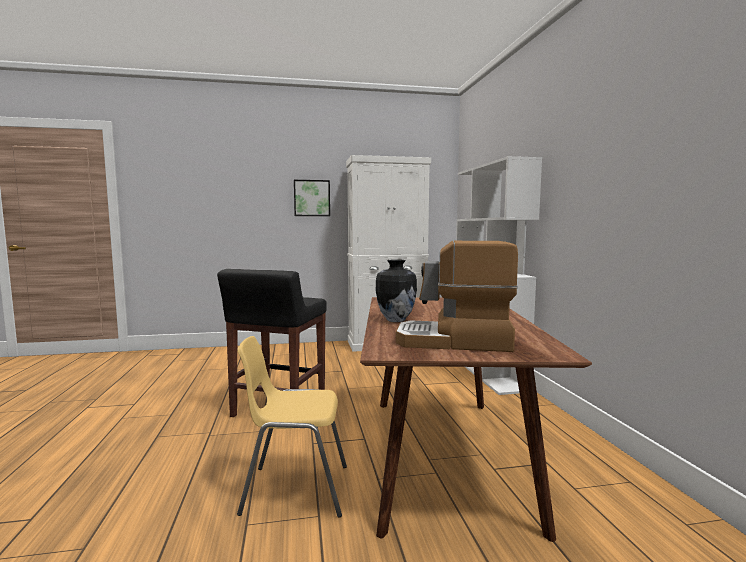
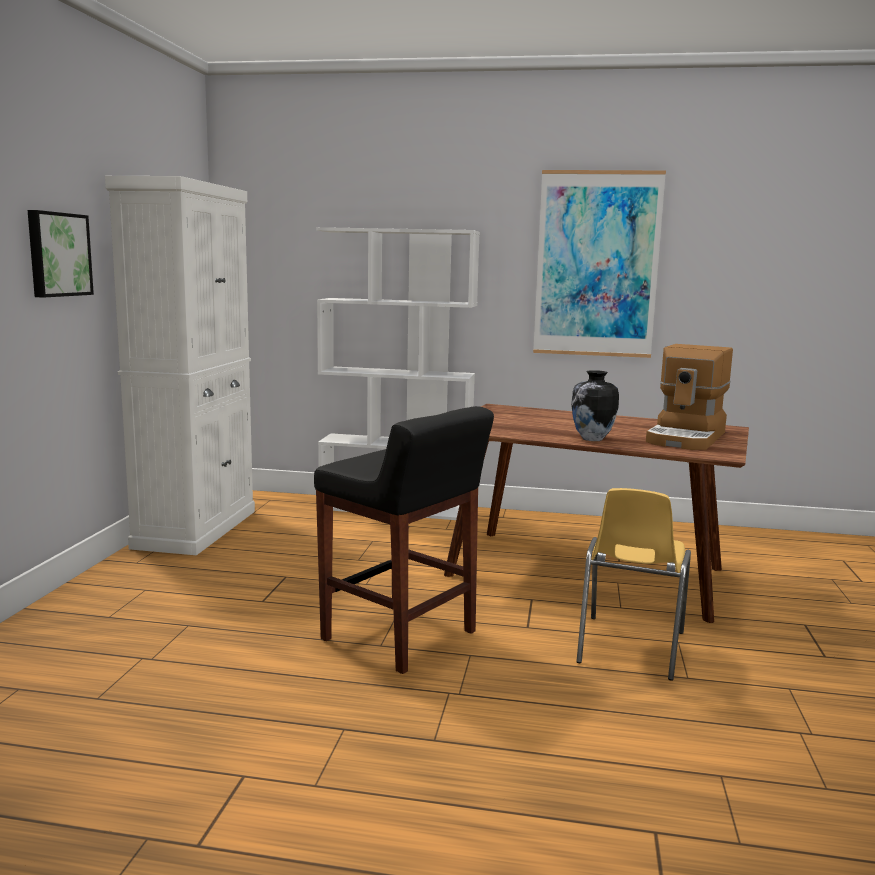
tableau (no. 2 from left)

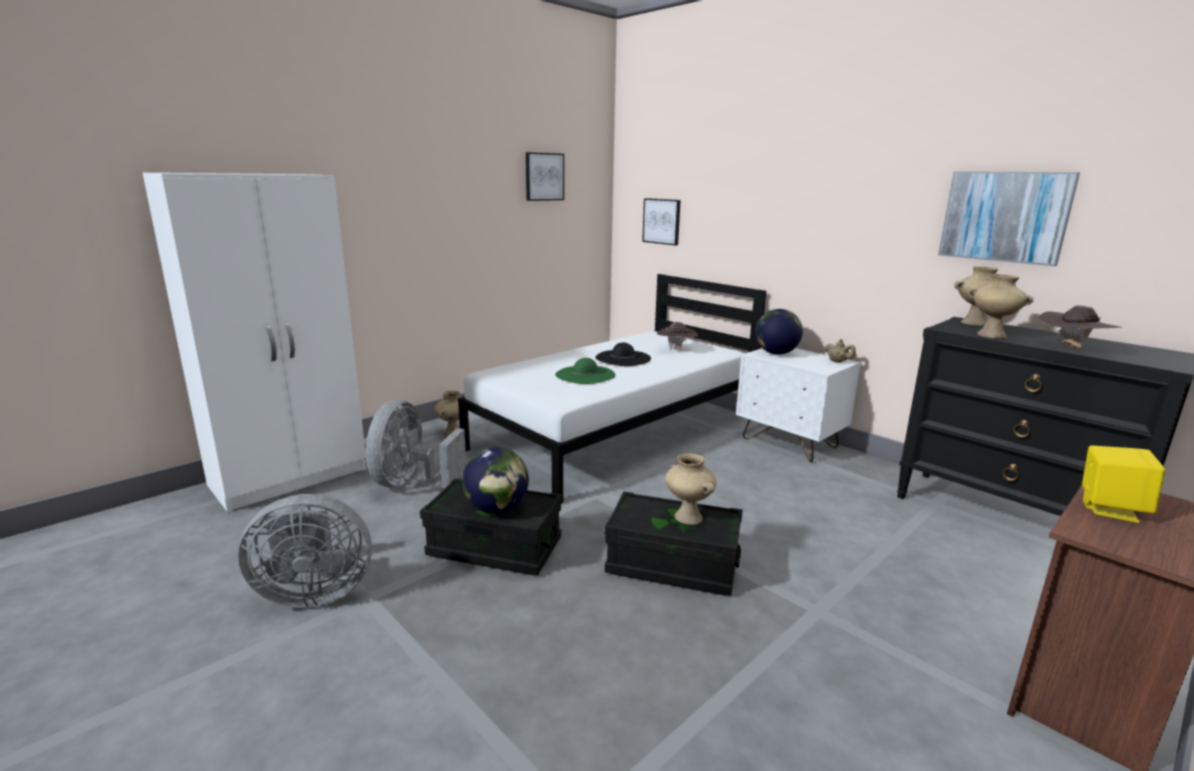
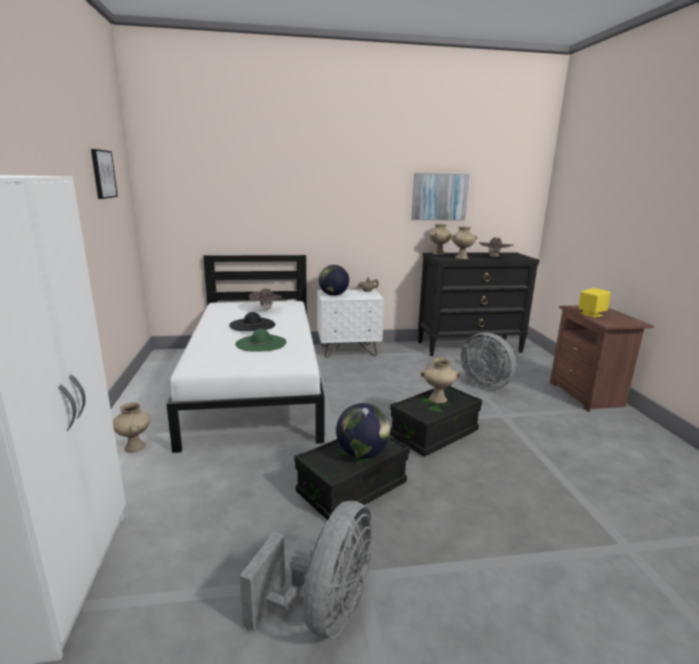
tableau (no. 2 from left in the first image)
ventilateur (gris) (no. 2 from left)

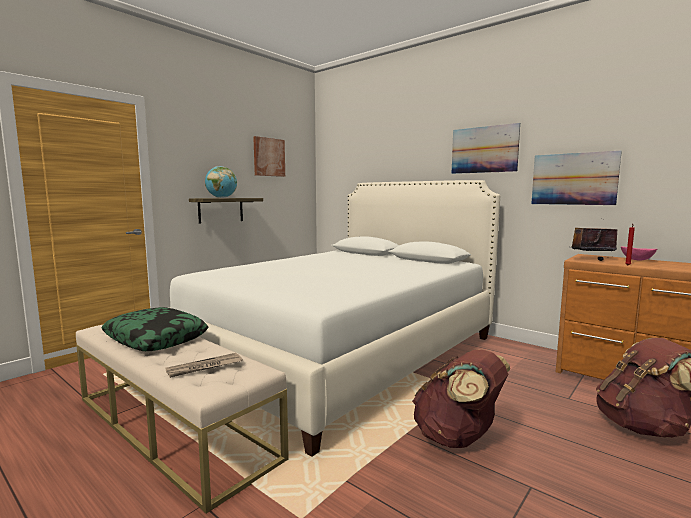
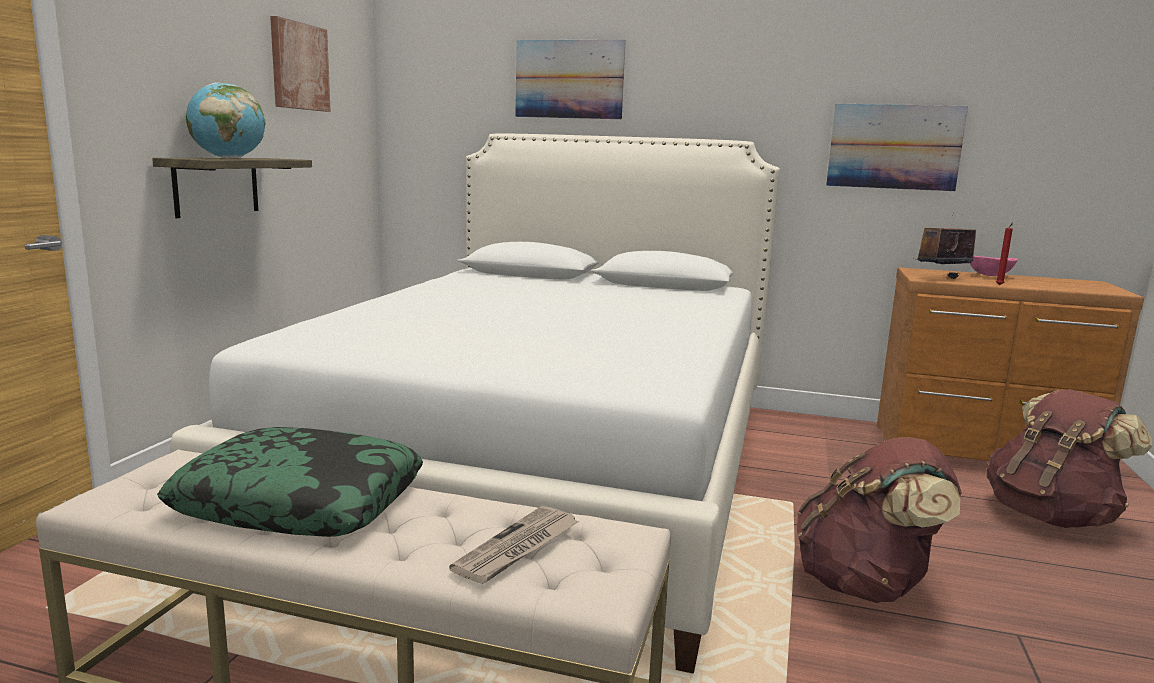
tableau (no. 2 from left)

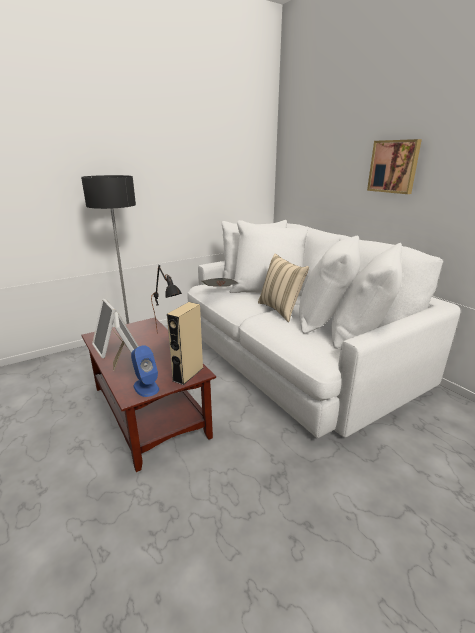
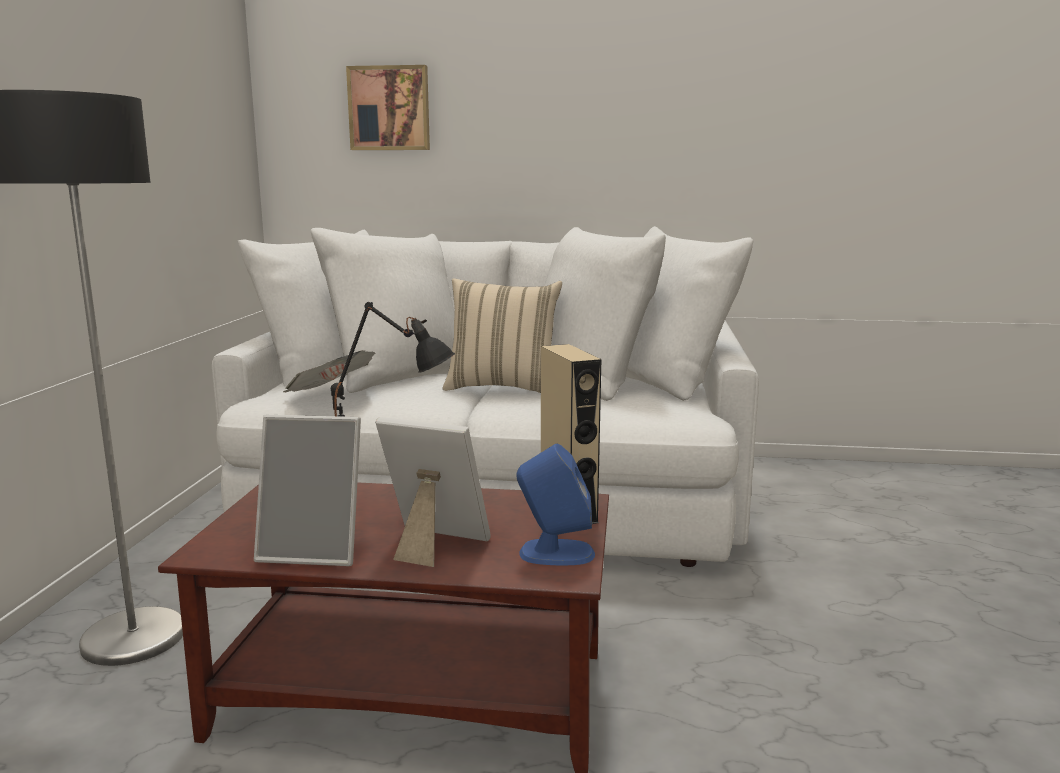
tableau

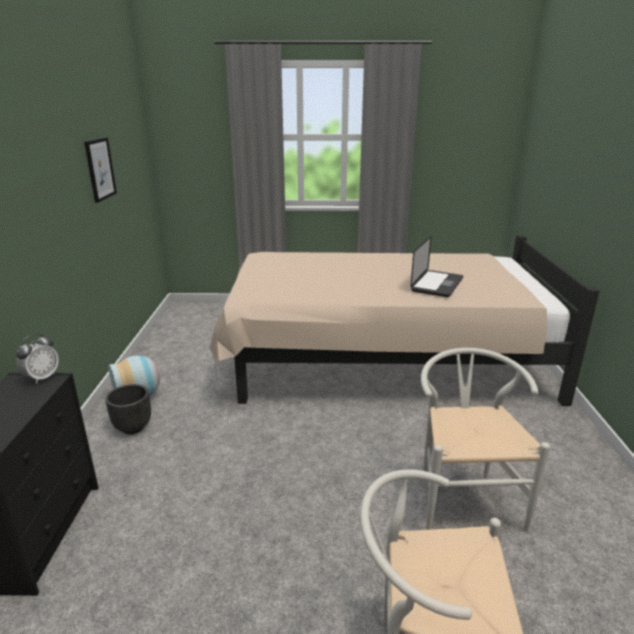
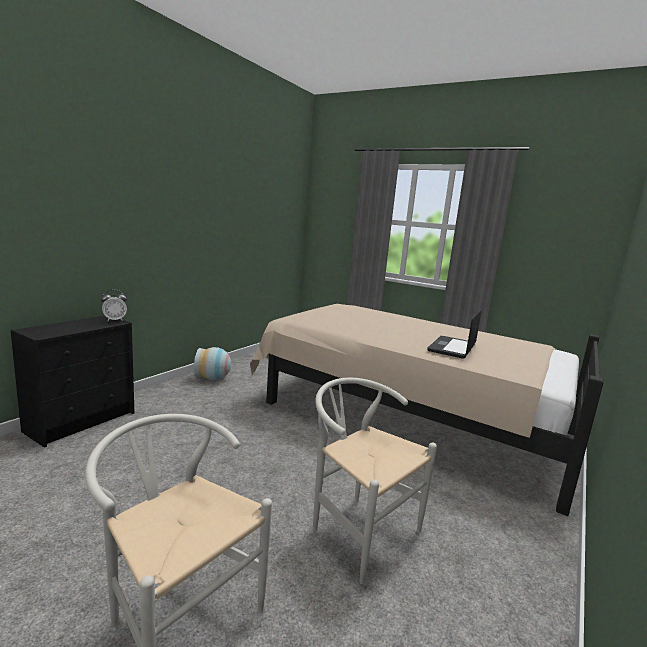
tableau
ordinateur portable
chaise (blanc) (no. 2 from left)
cache-pot (noir)

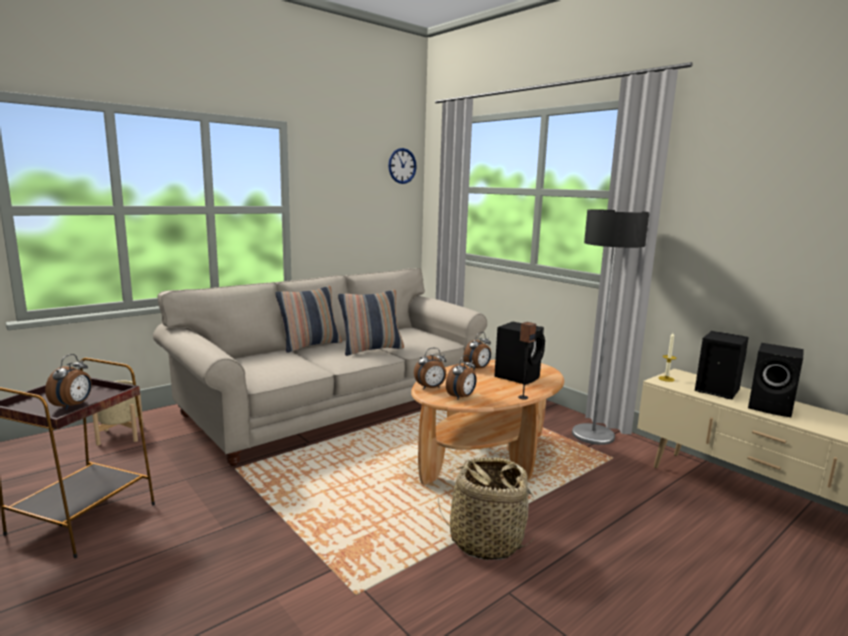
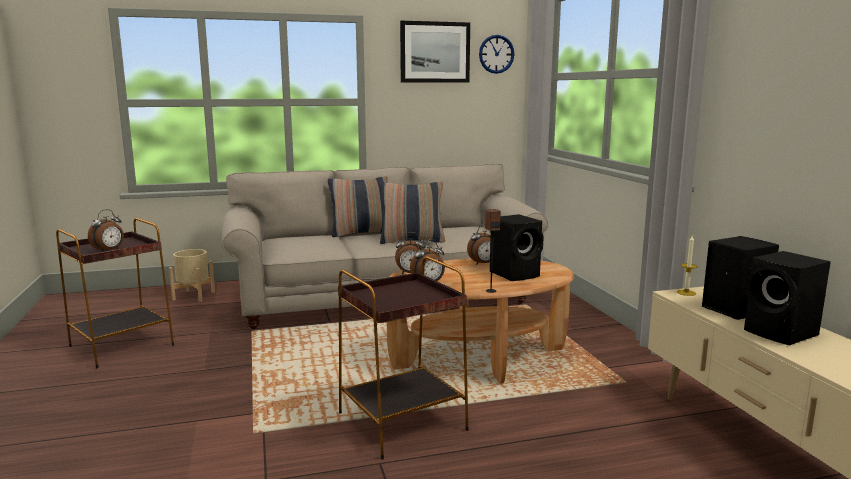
lampadaire
table d'appoint (marron) (no. 2 from left)
tableau

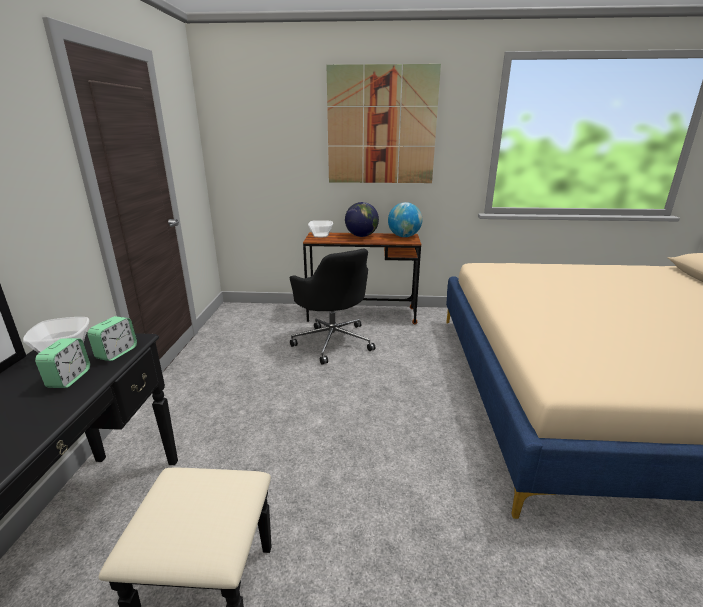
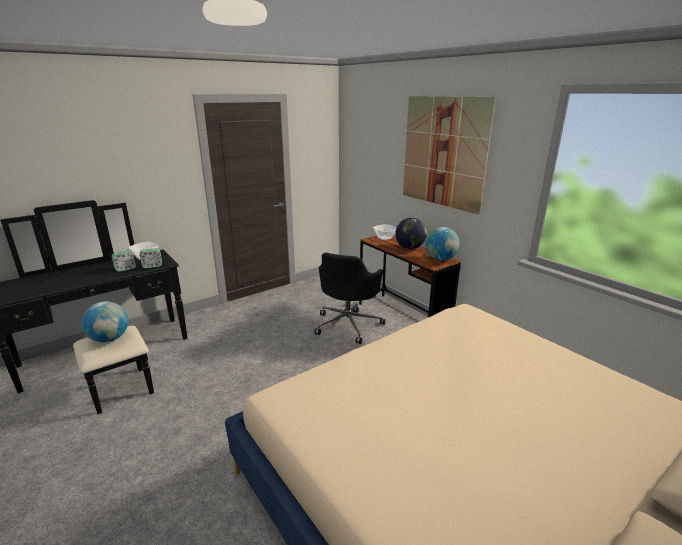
globe (no. 1 from left)

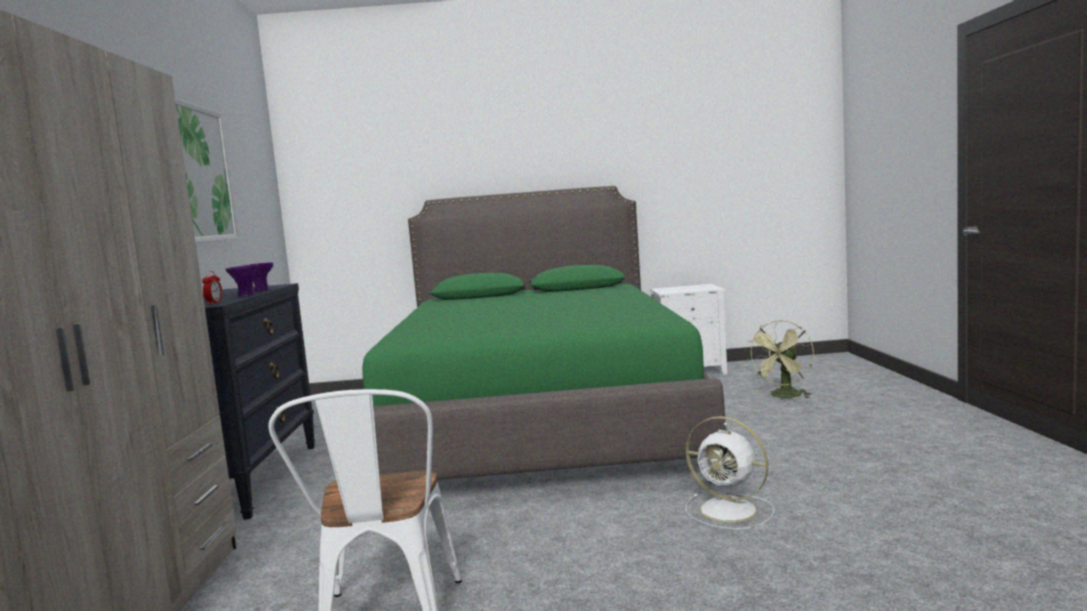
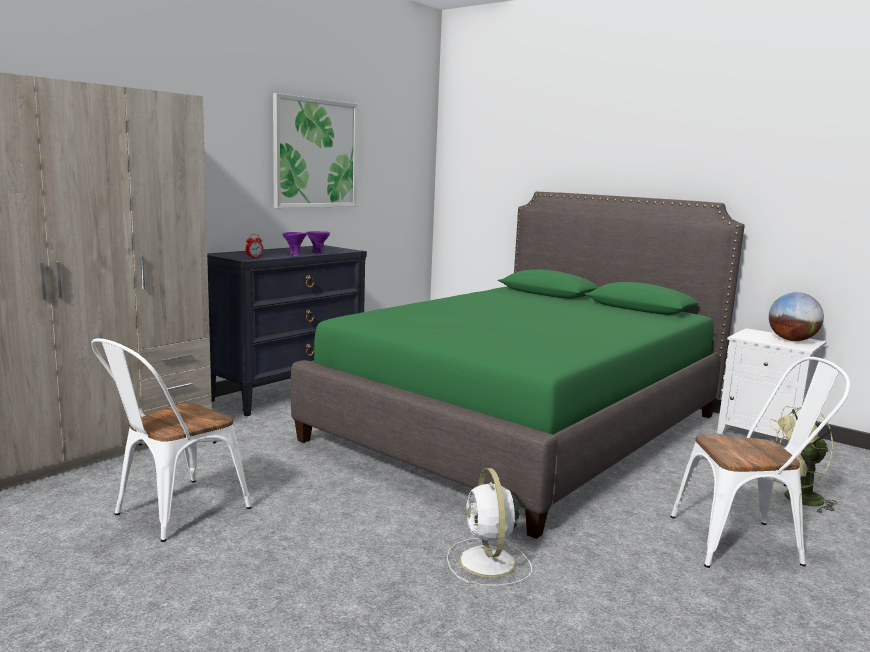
globe
chaise (blanc) (no. 2 from left)

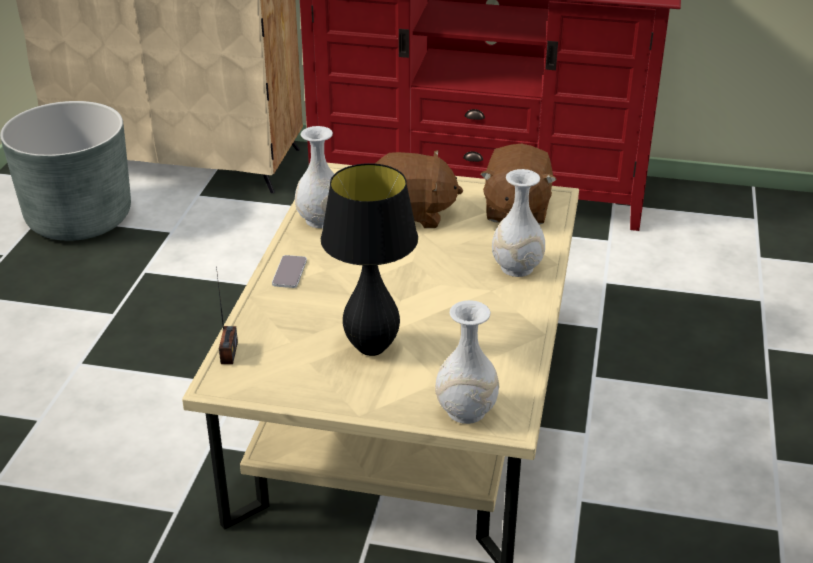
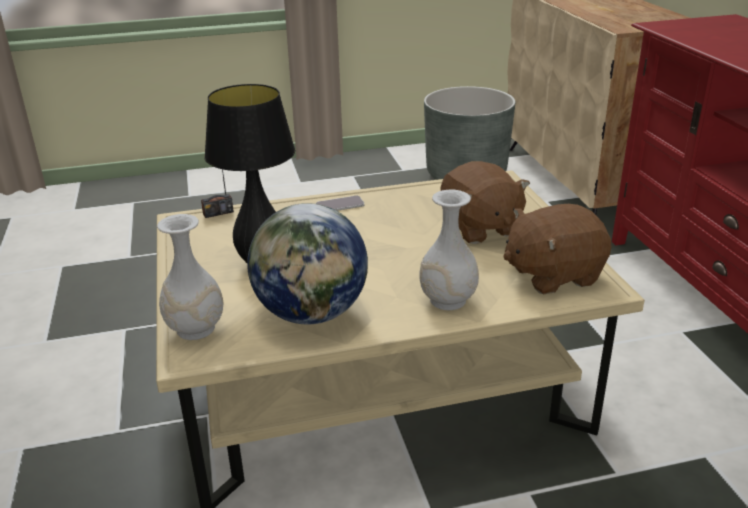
vase (blanc) (no. 1 from left in the first image)
globe

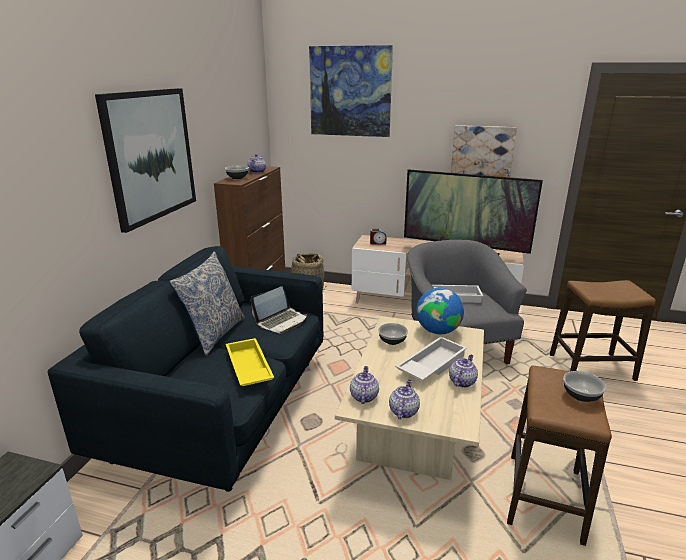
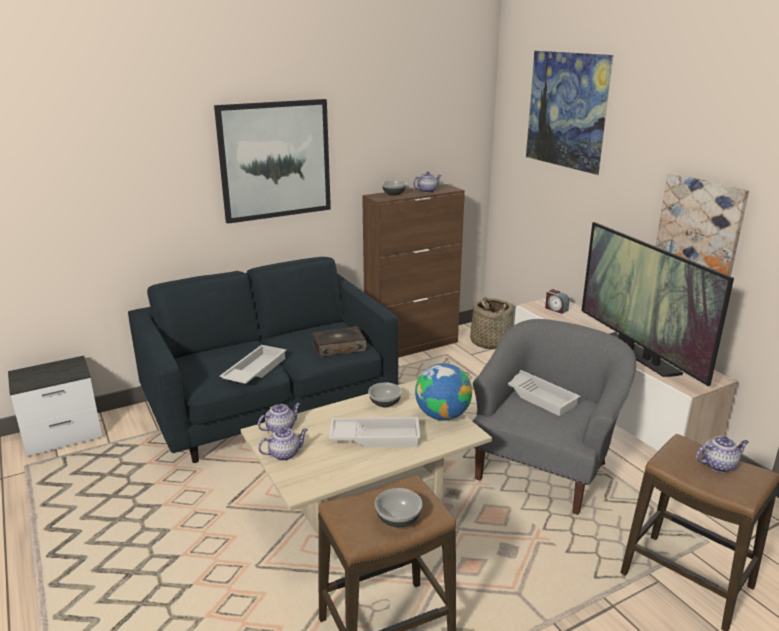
coussin
livre
plateau (blanc) (no. 1 from left)
théière (no. 4 from left)

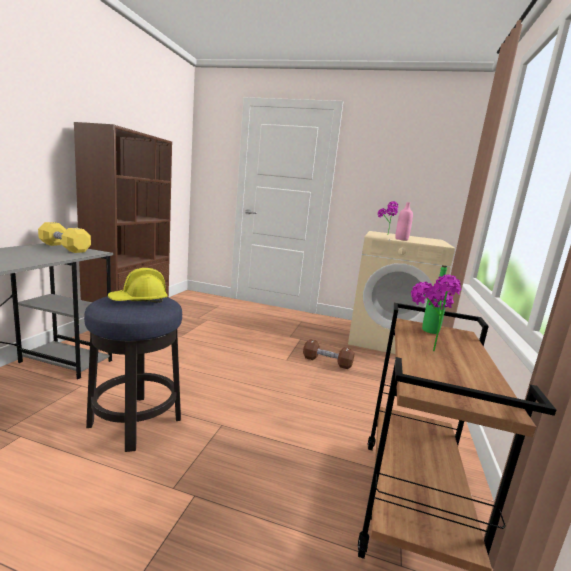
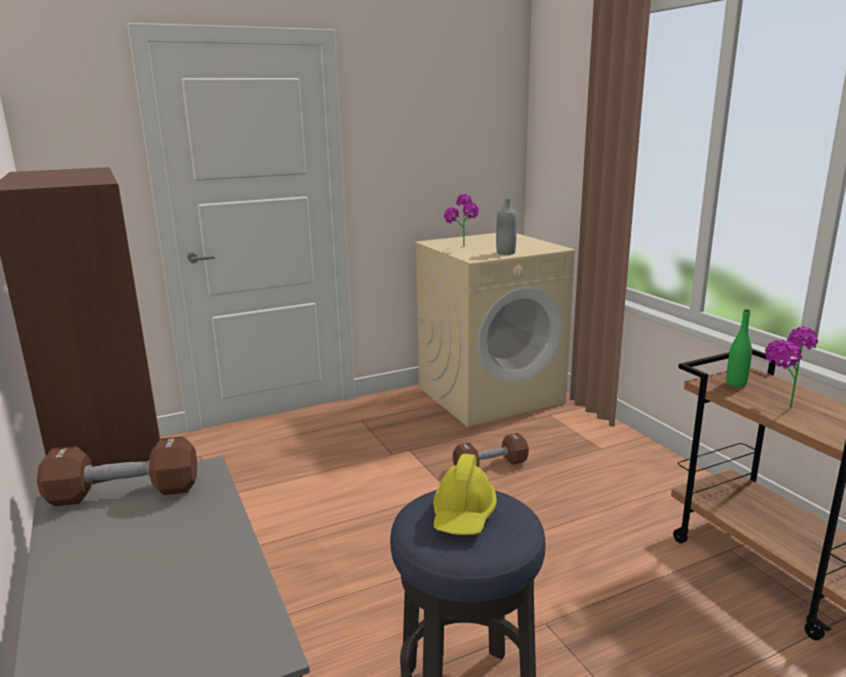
bouteille (gris)
haltère (marron) (no. 1 from left)

